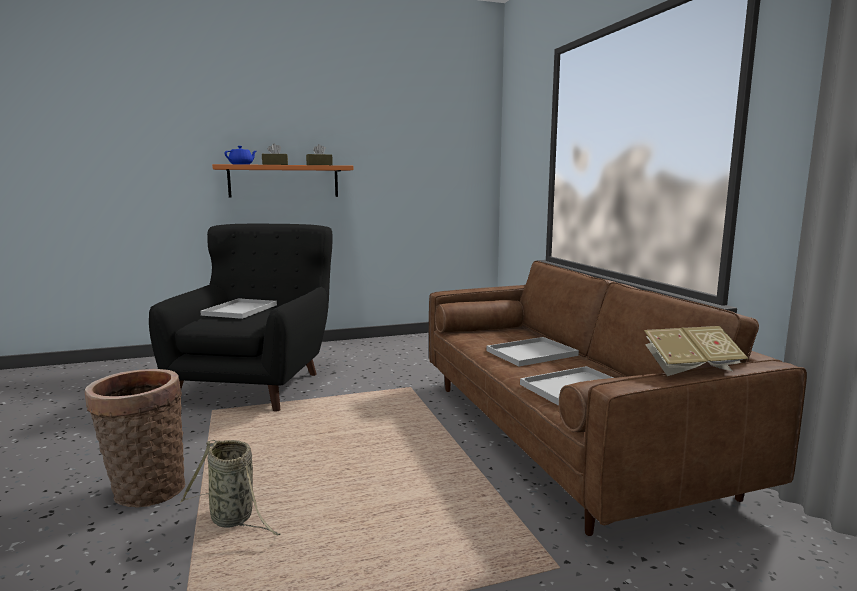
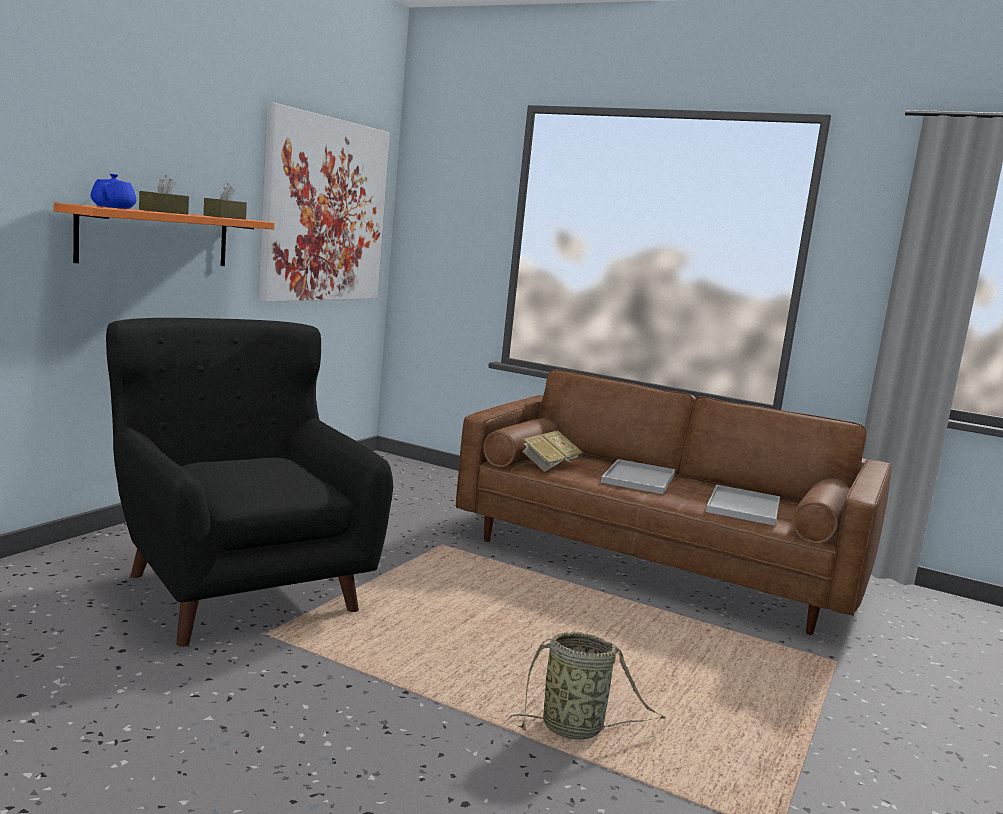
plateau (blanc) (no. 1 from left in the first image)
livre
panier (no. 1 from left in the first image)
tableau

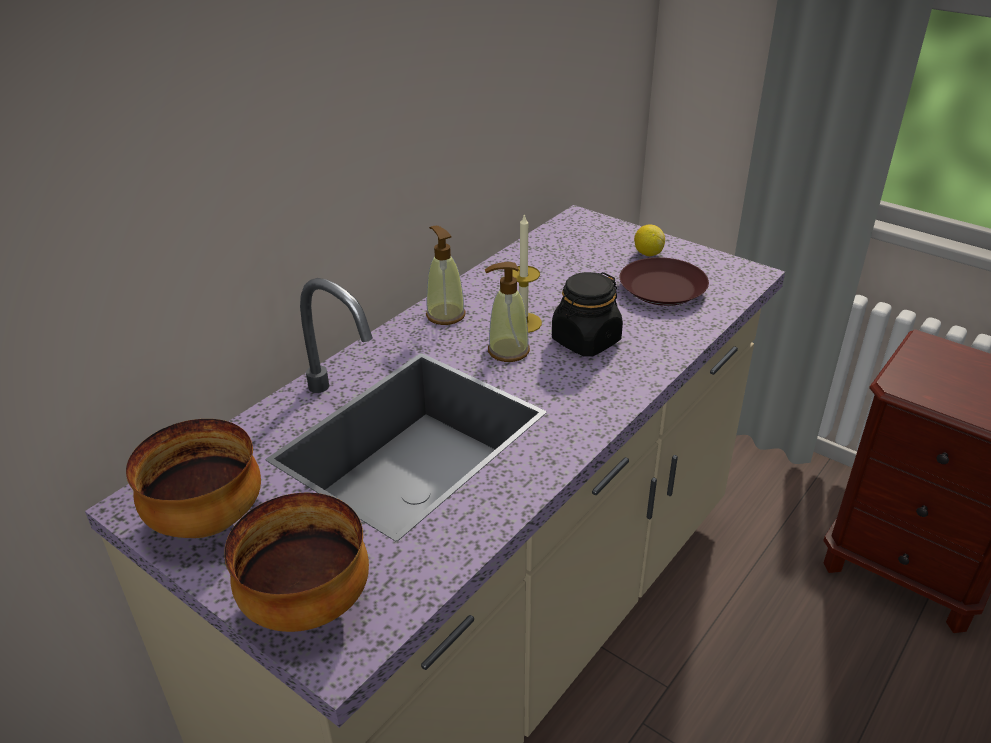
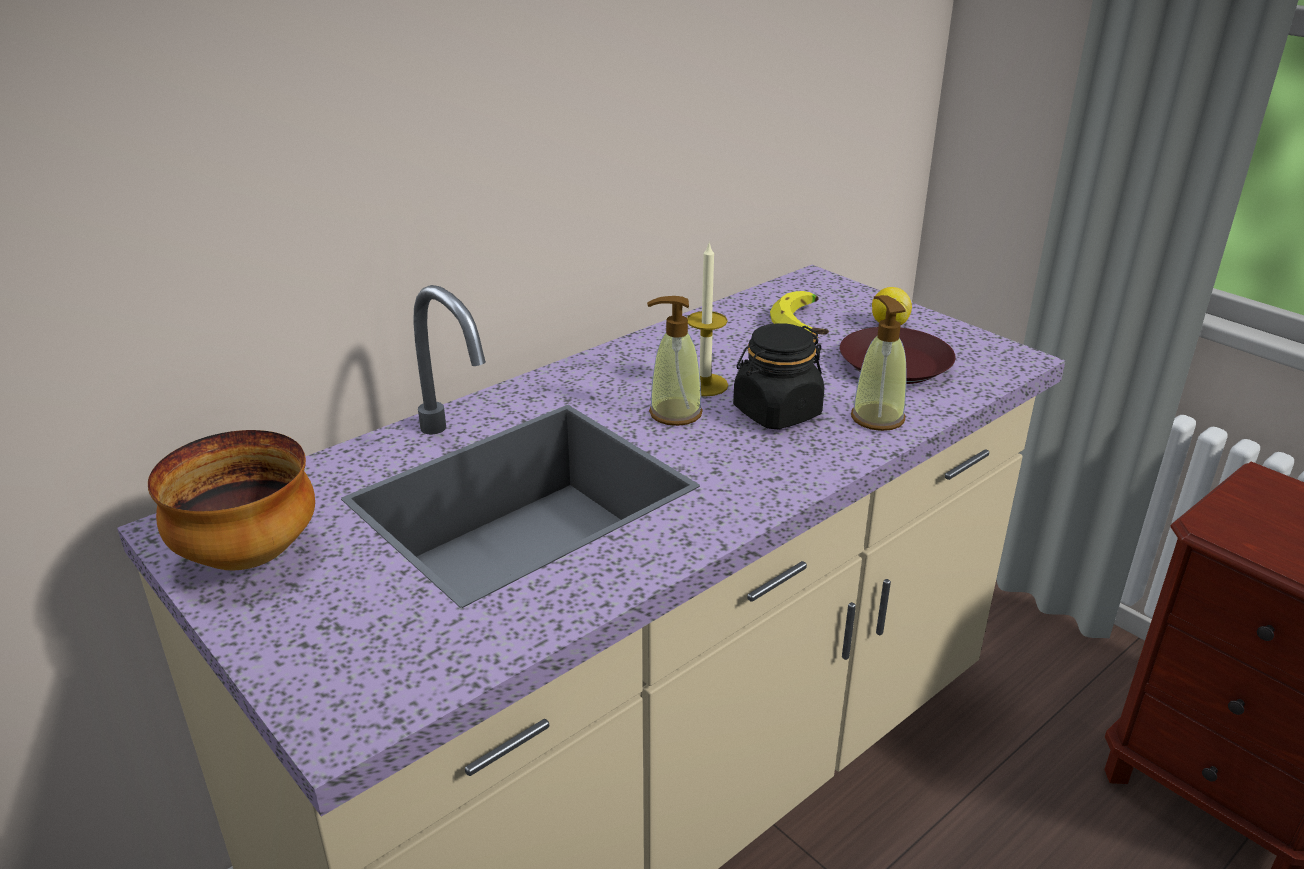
distributeur de savon (no. 2 from left)
bol (no. 2 from left in the first image)
banane

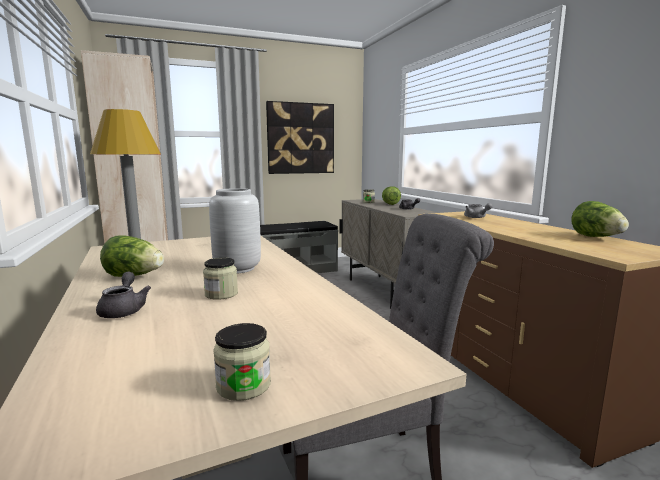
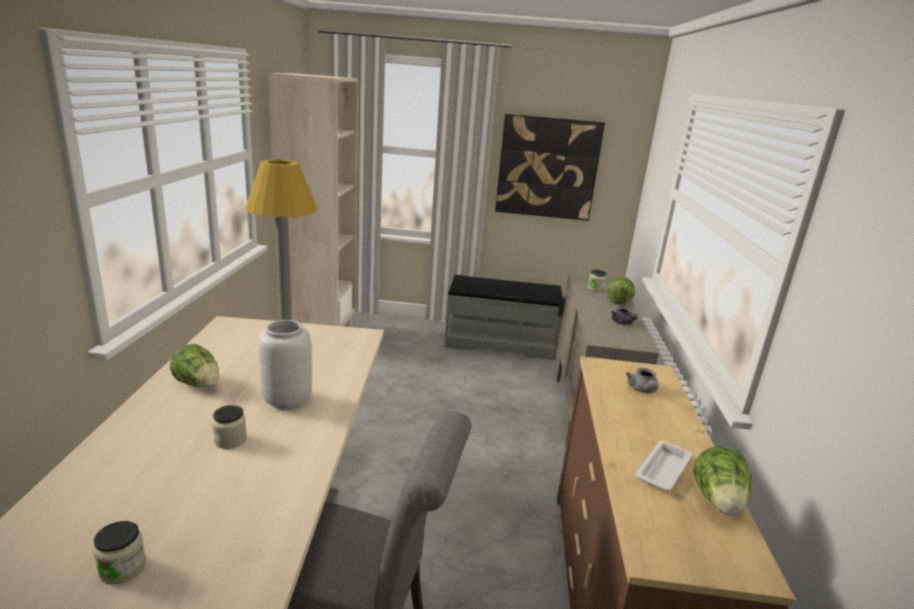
théière (gris) (no. 1 from left in the first image)
plateau (blanc)

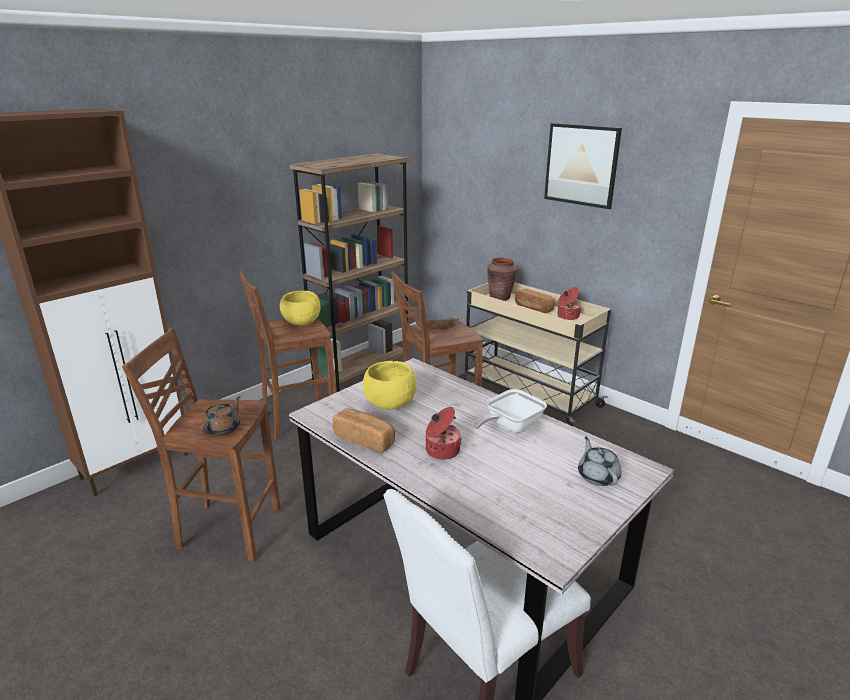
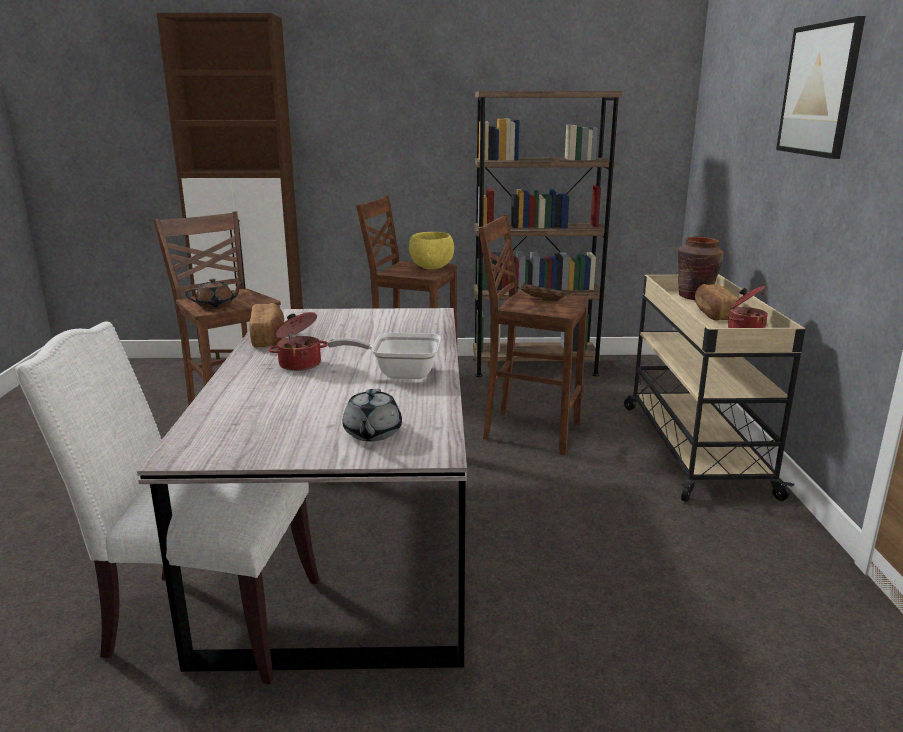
bol (jaune) (no. 2 from left in the first image)
théière (gris)

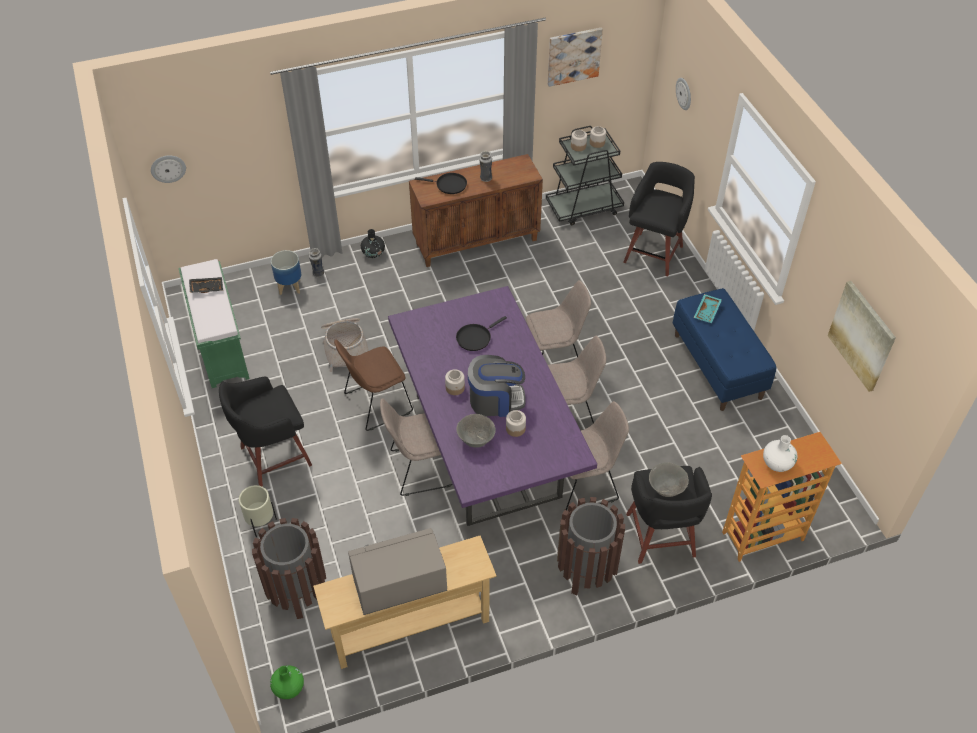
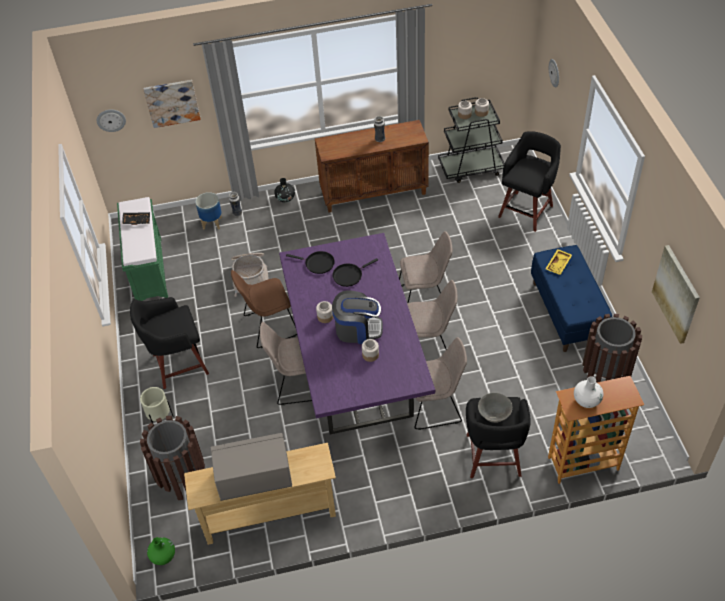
tableau (no. 1 from left)
poêle (noir) (no. 1 from left)
plateau (jaune)
bol (gris) (no. 1 from left in the first image)
poubelle (marron) (no. 2 from left)

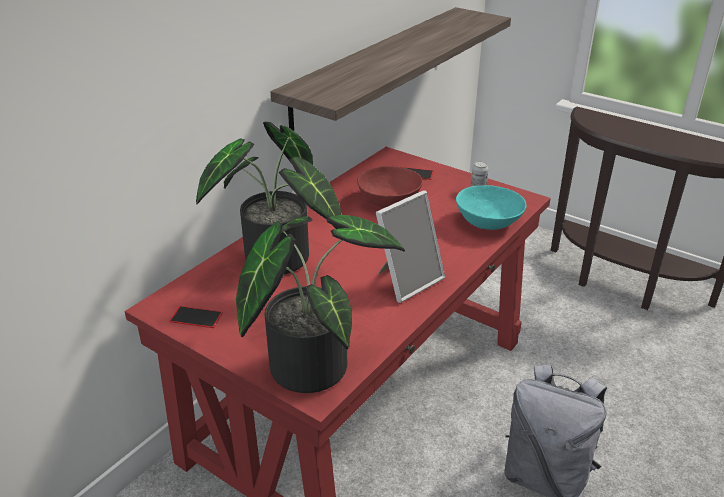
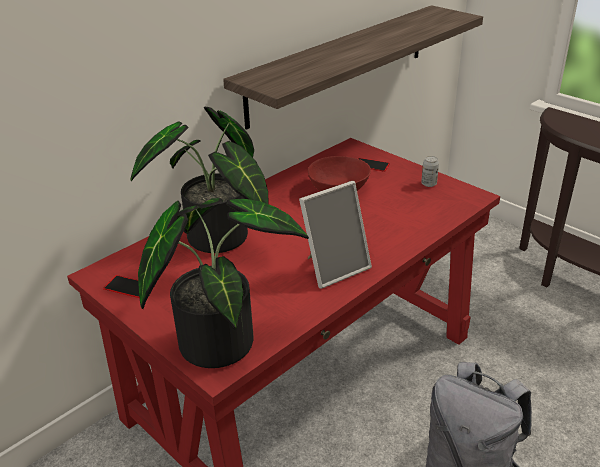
bol (turquoise)

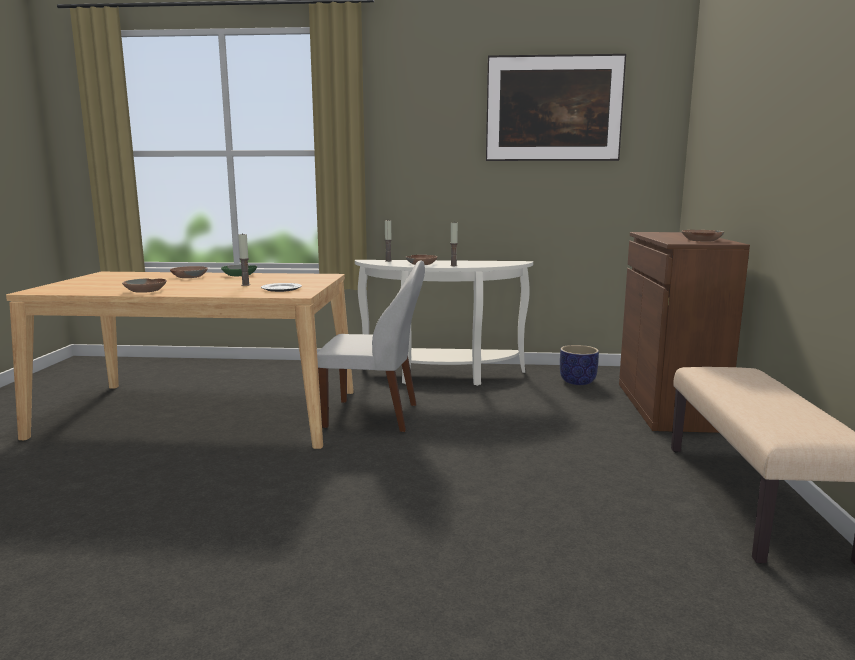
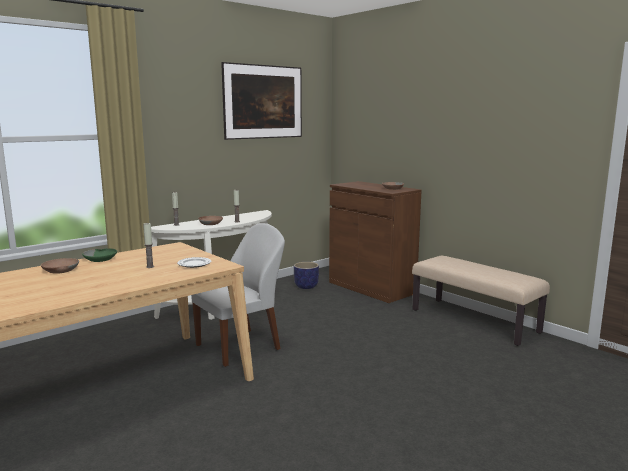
bol (marron) (no. 1 from left in the first image)

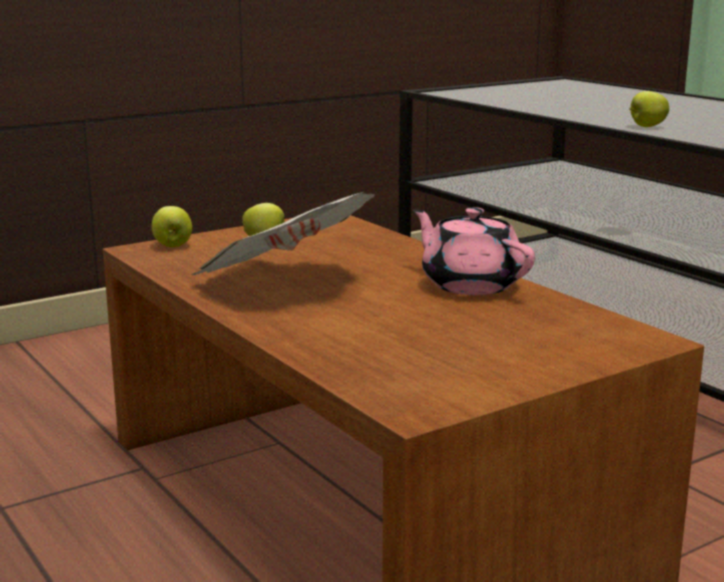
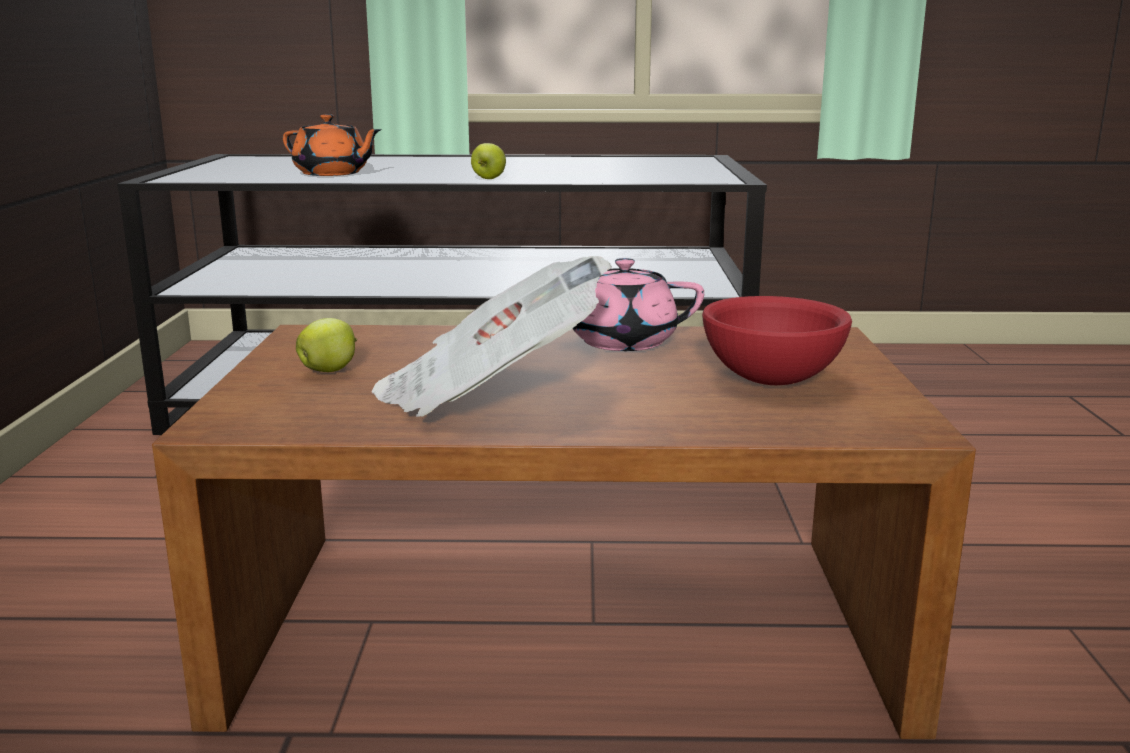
pomme (no. 1 from left in the first image)
théière (orange)
bol (rouge)

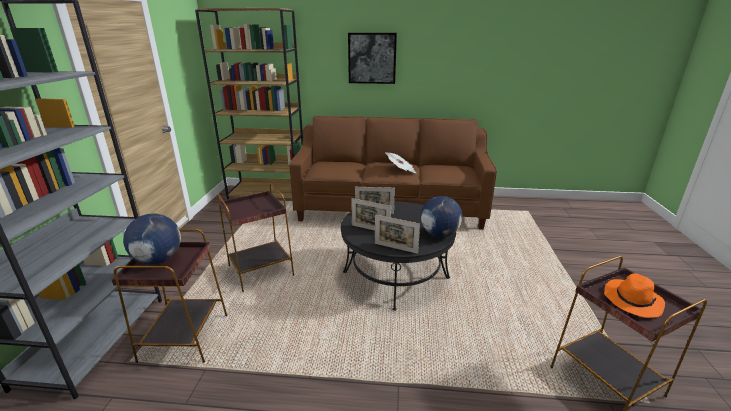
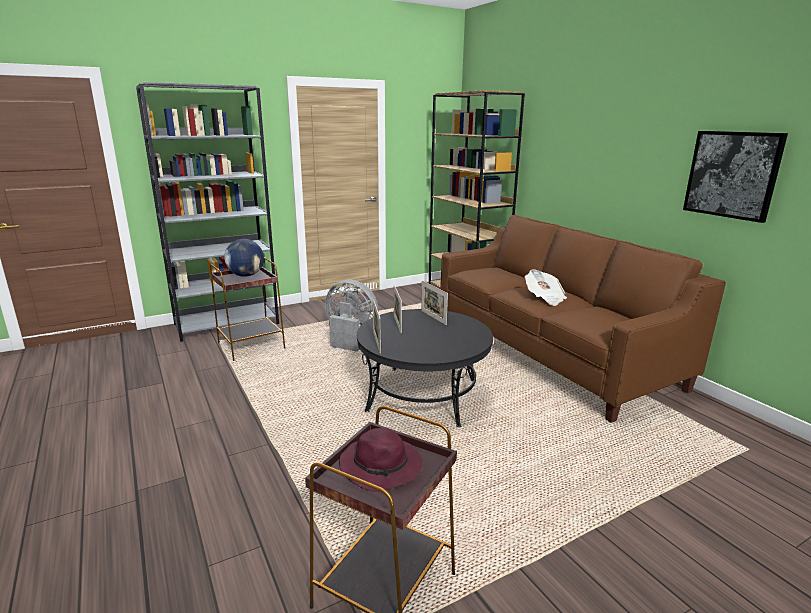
tableau
ventilateur (gris)
globe (no. 2 from left in the first image)
chapeau (violet)

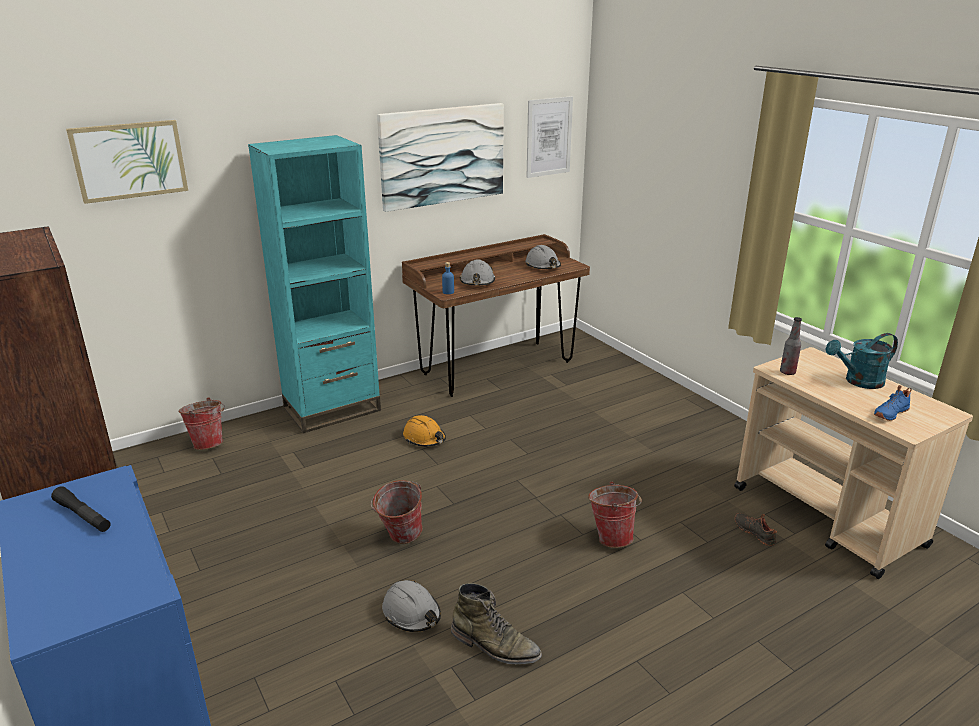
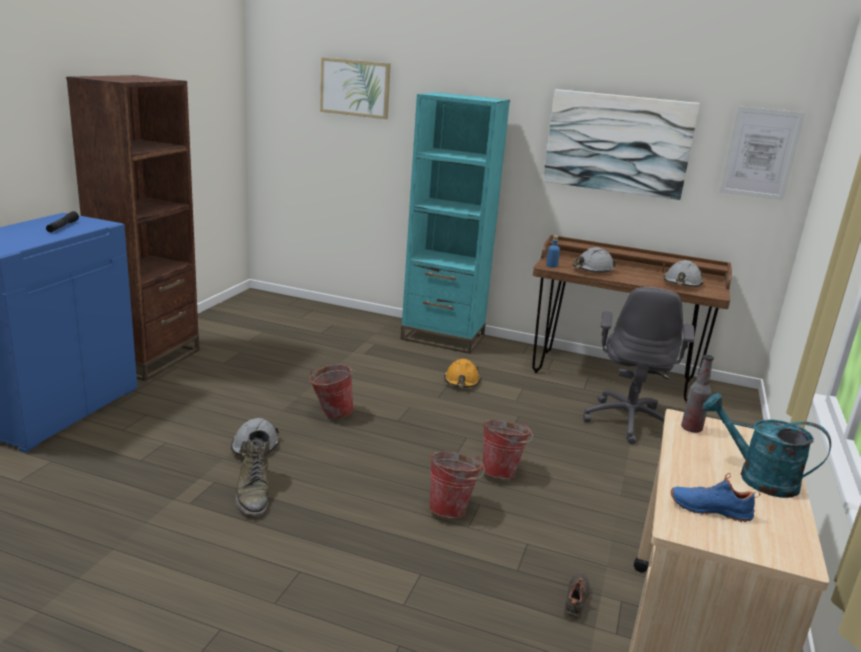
seau (no. 3 from left)
chaise de bureau (gris)

